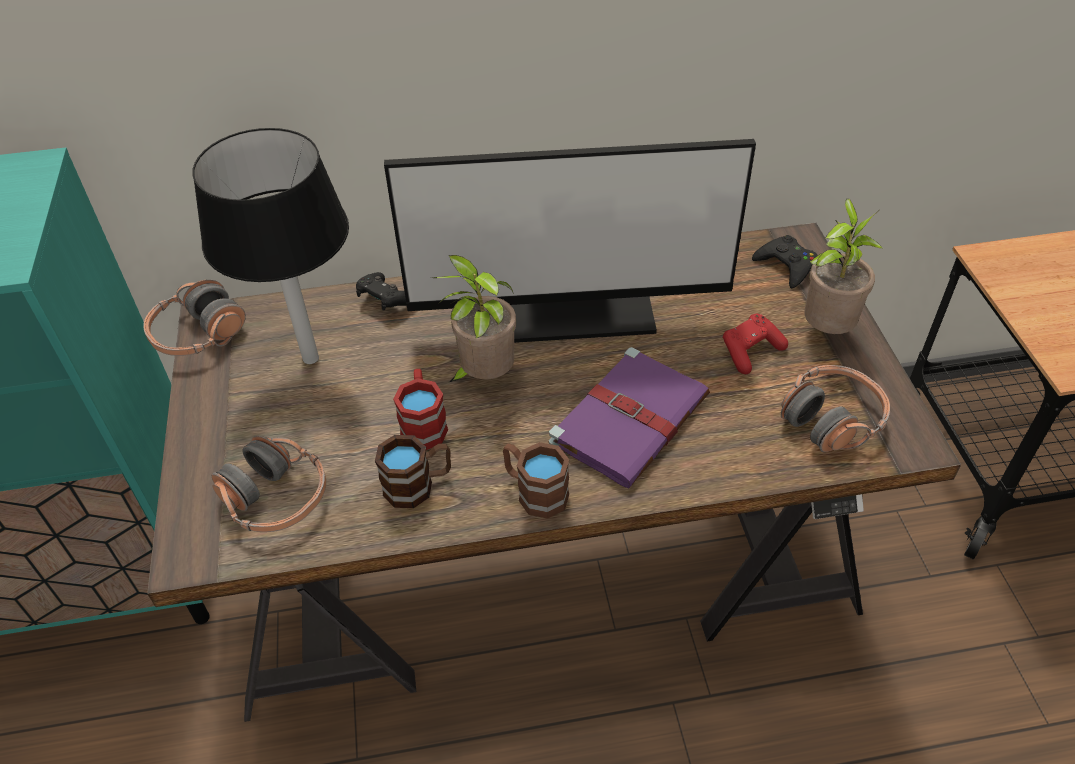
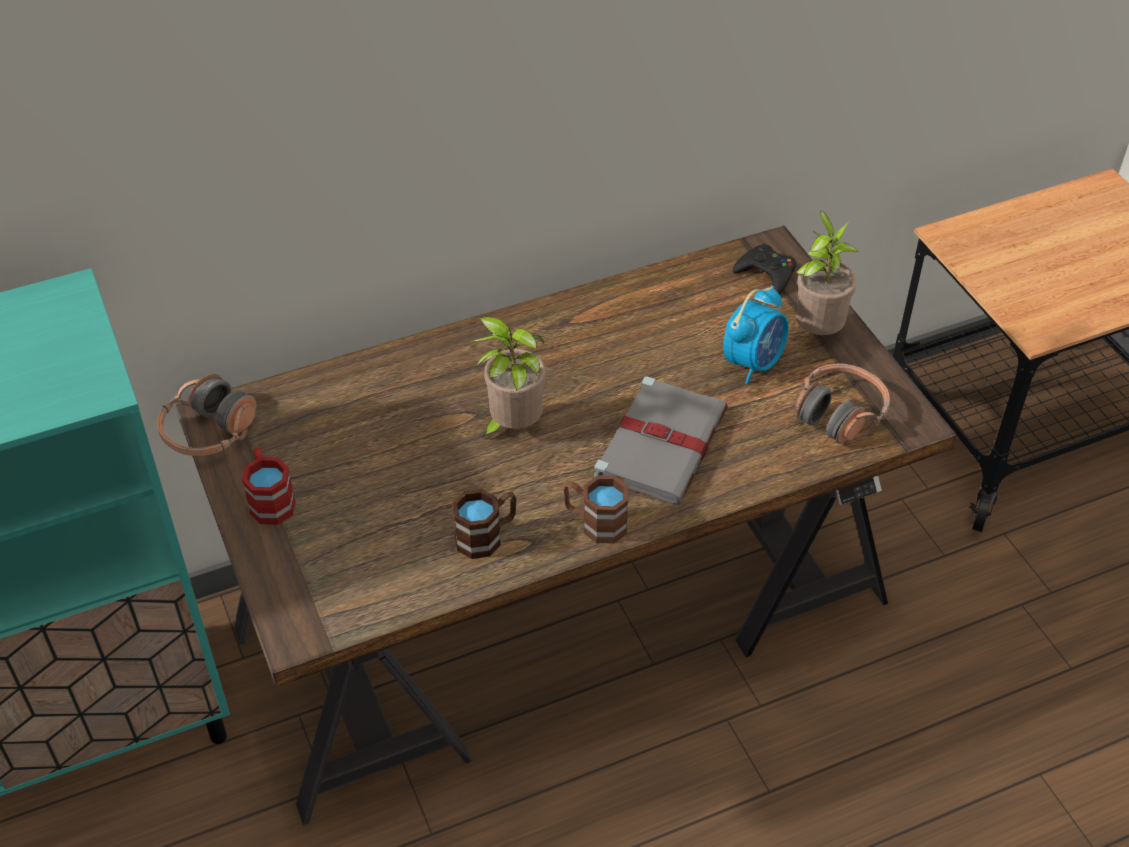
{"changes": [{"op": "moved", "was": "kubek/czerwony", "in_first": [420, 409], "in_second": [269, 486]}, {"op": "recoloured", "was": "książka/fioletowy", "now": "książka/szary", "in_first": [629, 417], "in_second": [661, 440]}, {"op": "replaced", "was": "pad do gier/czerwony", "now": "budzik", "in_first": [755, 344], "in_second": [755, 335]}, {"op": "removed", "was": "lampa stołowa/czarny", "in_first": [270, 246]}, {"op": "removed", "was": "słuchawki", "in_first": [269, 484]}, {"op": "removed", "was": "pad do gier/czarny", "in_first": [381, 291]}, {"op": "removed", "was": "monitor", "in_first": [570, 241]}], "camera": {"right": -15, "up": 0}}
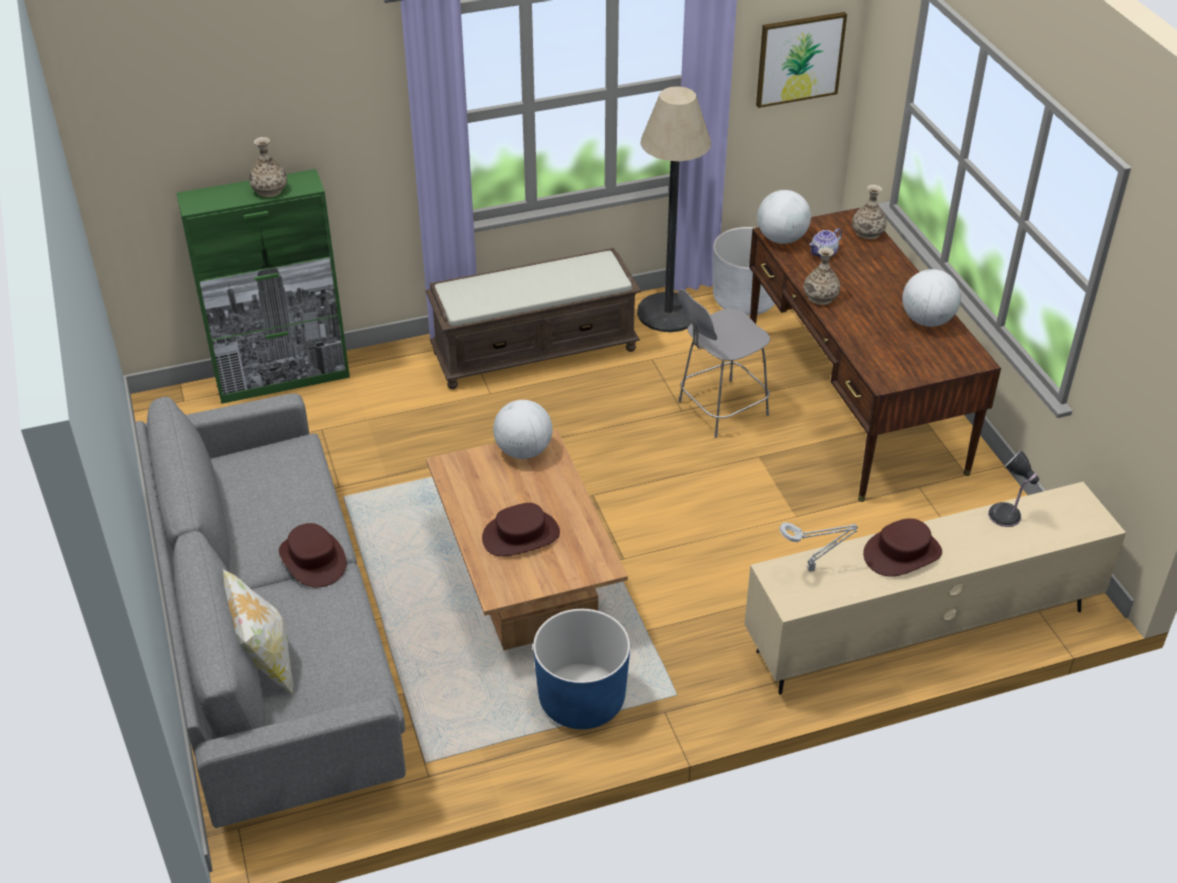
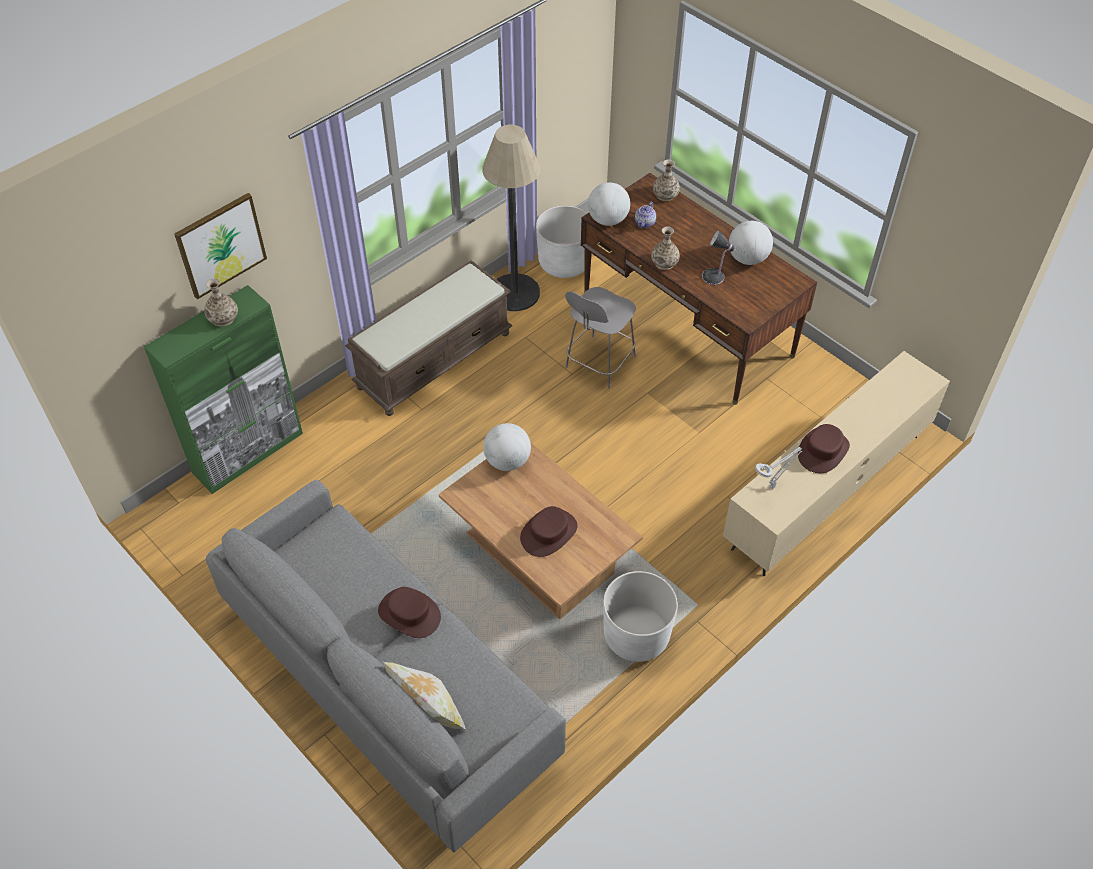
{"changes": [{"op": "moved", "was": "obraz", "in_first": [801, 60], "in_second": [220, 246]}, {"op": "recoloured", "was": "donica/niebieski", "now": "donica/biały", "in_first": [581, 669], "in_second": [640, 616]}, {"op": "moved", "was": "lampa stołowa", "in_first": [1013, 488], "in_second": [718, 258]}], "camera": {"right": -25, "up": 10}}
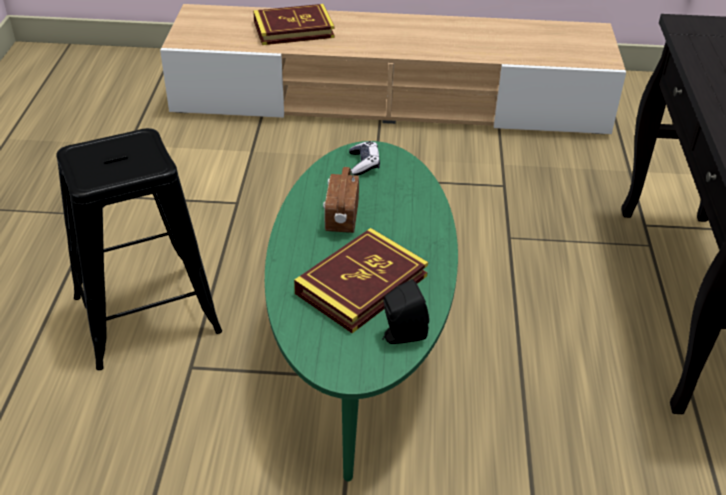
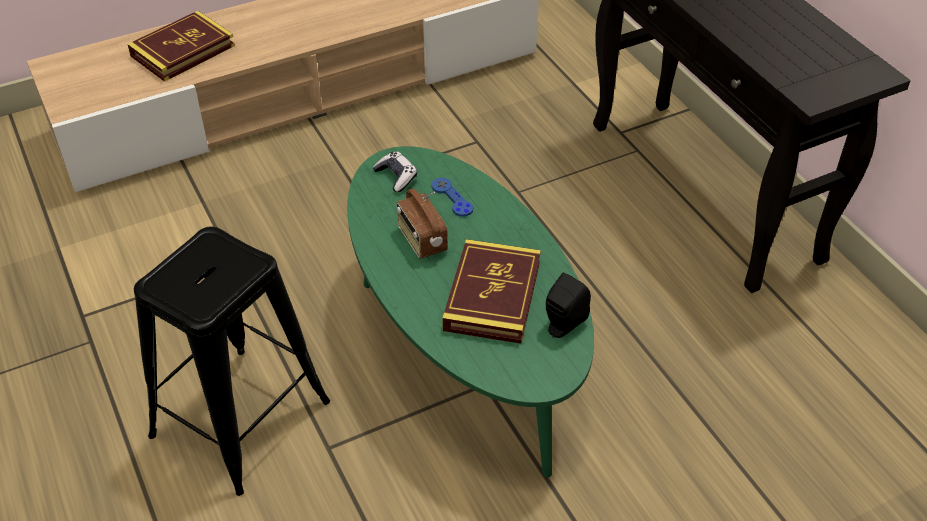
{"changes": [{"op": "added", "now": "pad do gier/niebieski", "in_second": [452, 197]}], "camera": {"right": -30, "up": 5}}
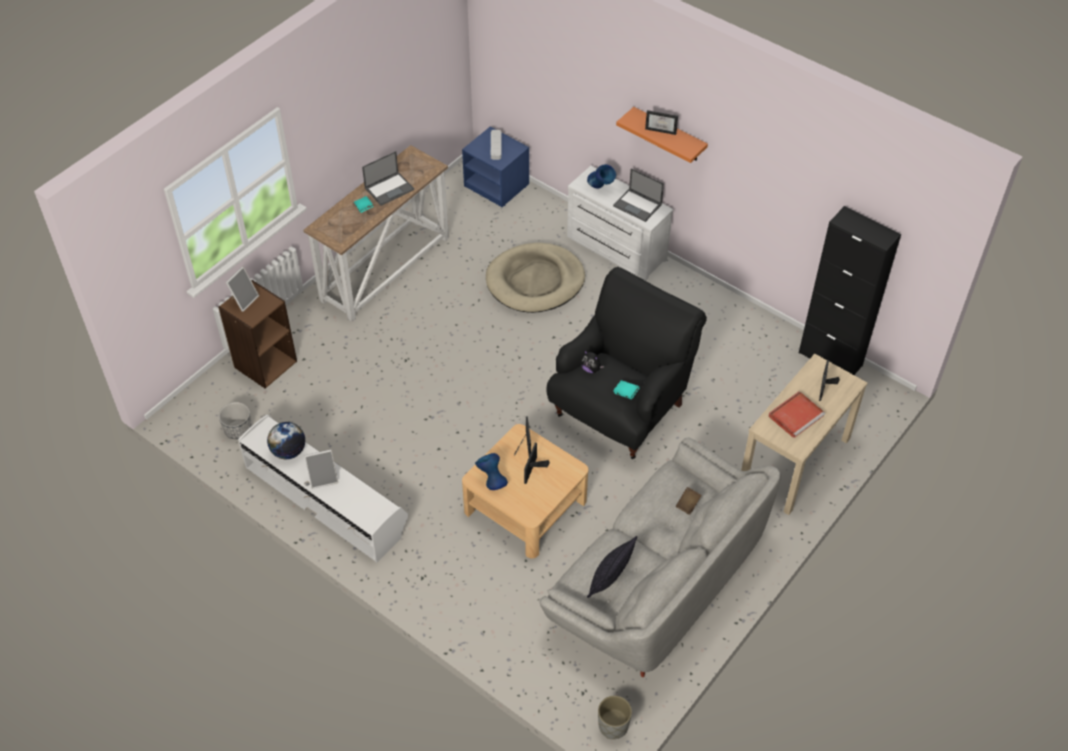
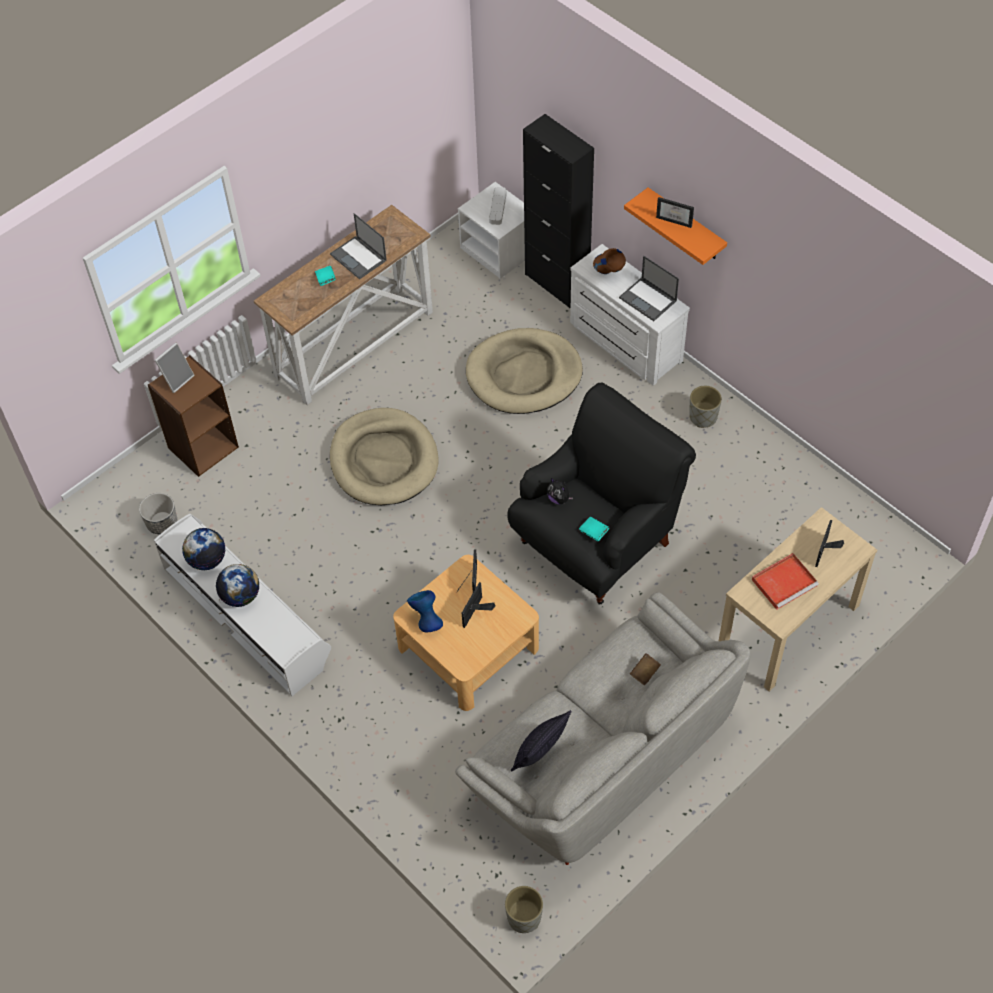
{"changes": [{"op": "replaced", "was": "ramka na zdjęcie", "now": "globus", "in_first": [321, 469], "in_second": [237, 585]}, {"op": "turned", "was": "laptop", "in_first": [388, 178], "in_second": [358, 246], "clockwise": 75}, {"op": "added", "now": "legowisko/beżowy", "in_second": [384, 456]}, {"op": "recoloured", "was": "szafka nocna/niebieski", "now": "szafka nocna/biały", "in_first": [495, 167], "in_second": [491, 230]}, {"op": "moved", "was": "szafka/czarny", "in_first": [850, 290], "in_second": [558, 211]}, {"op": "recoloured", "was": "wazon/niebieski", "now": "wazon/brązowy", "in_first": [601, 176], "in_second": [609, 261]}, {"op": "added", "now": "donica/szary", "in_second": [705, 407]}], "camera": {"right": 10, "up": 5}}
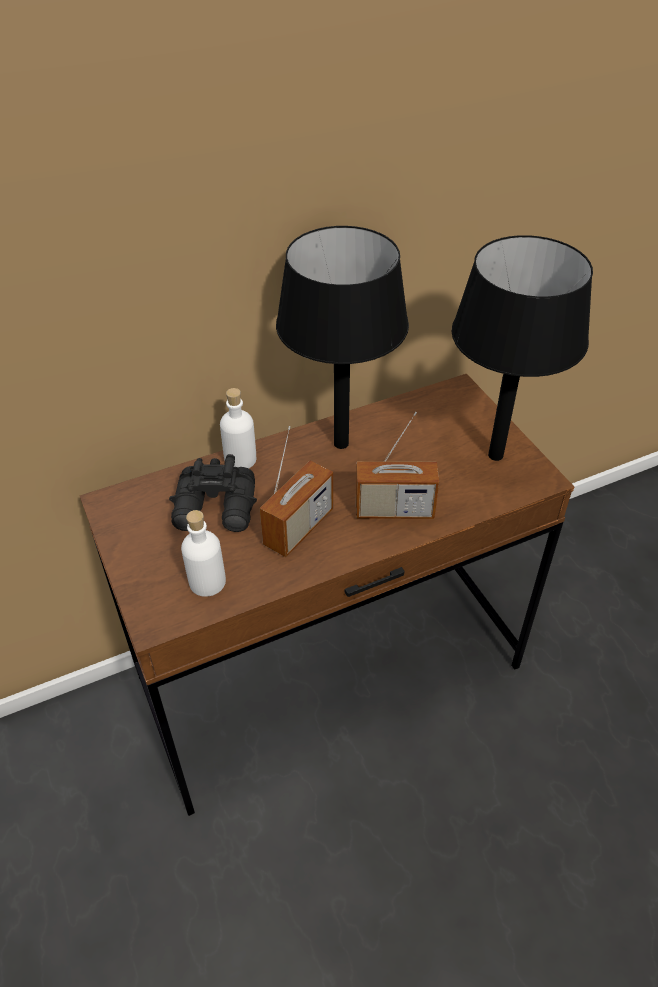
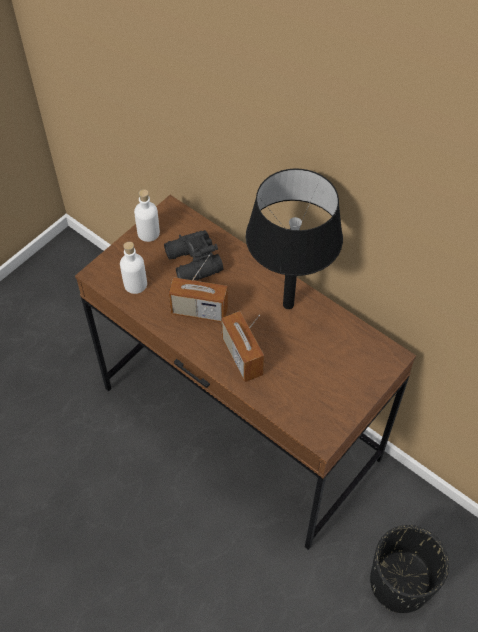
{"changes": [{"op": "moved", "was": "butelka/biały", "in_first": [238, 428], "in_second": [147, 215]}, {"op": "added", "now": "donica/czarny", "in_second": [409, 569]}, {"op": "removed", "was": "lampa stołowa/czarny", "in_first": [522, 348]}], "camera": {"right": 65, "up": 10}}
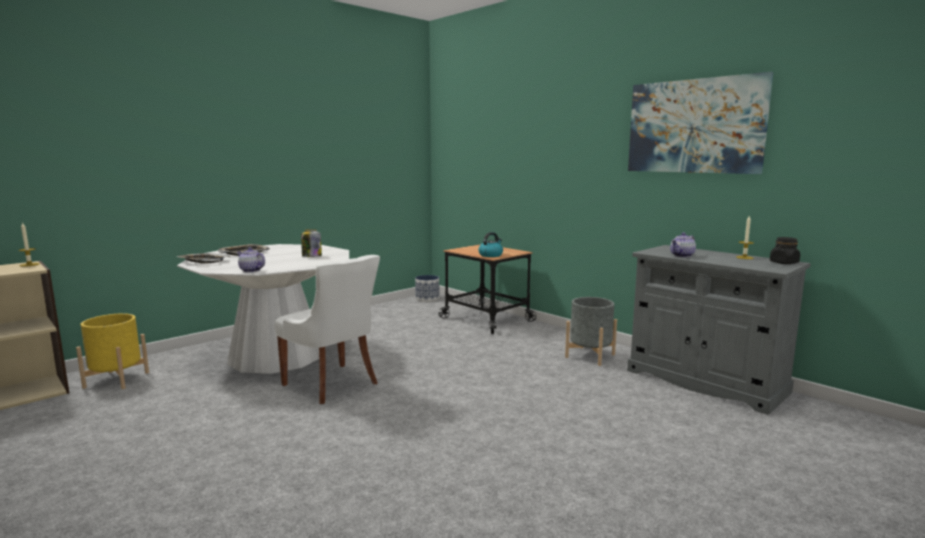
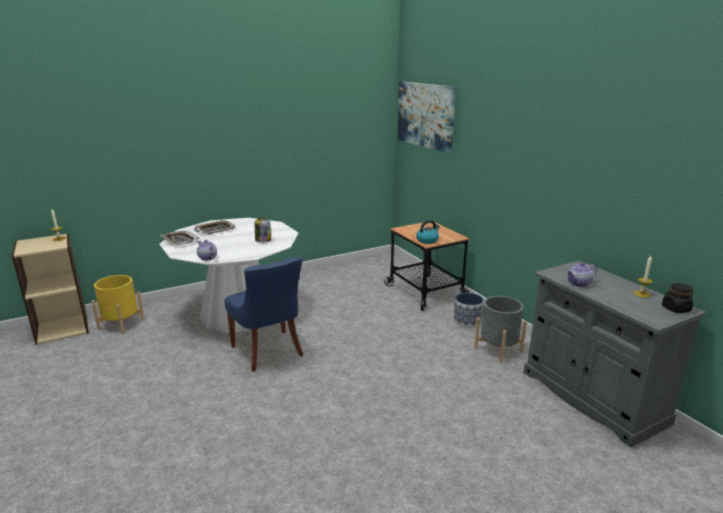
{"changes": [{"op": "recoloured", "was": "krzesło/biały", "now": "krzesło/niebieski", "in_first": [327, 329], "in_second": [263, 314]}, {"op": "moved", "was": "obraz", "in_first": [700, 123], "in_second": [427, 117]}, {"op": "moved", "was": "donica", "in_first": [427, 288], "in_second": [469, 310]}], "camera": {"right": 15, "up": 10}}
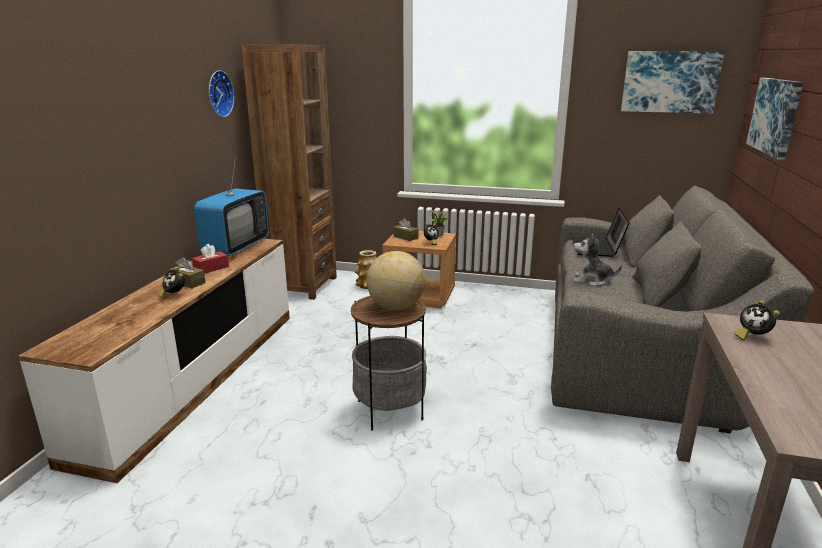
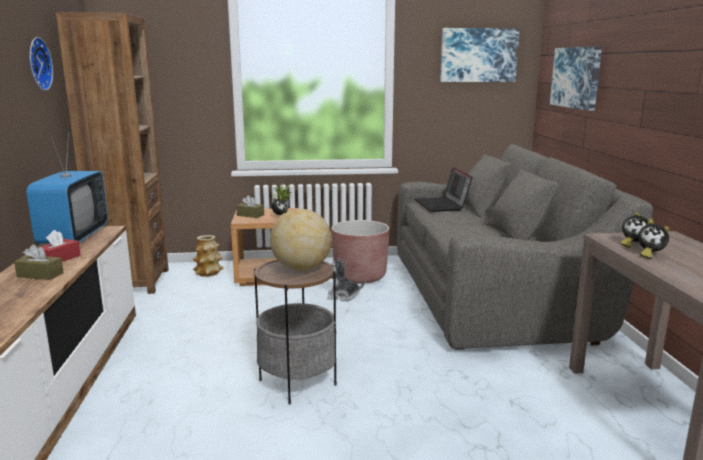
{"changes": [{"op": "moved", "was": "pluszak", "in_first": [597, 260], "in_second": [346, 279]}, {"op": "added", "now": "donica/brązowy", "in_second": [360, 252]}, {"op": "moved", "was": "budzik", "in_first": [171, 282], "in_second": [653, 240]}], "camera": {"right": -20, "up": -5}}
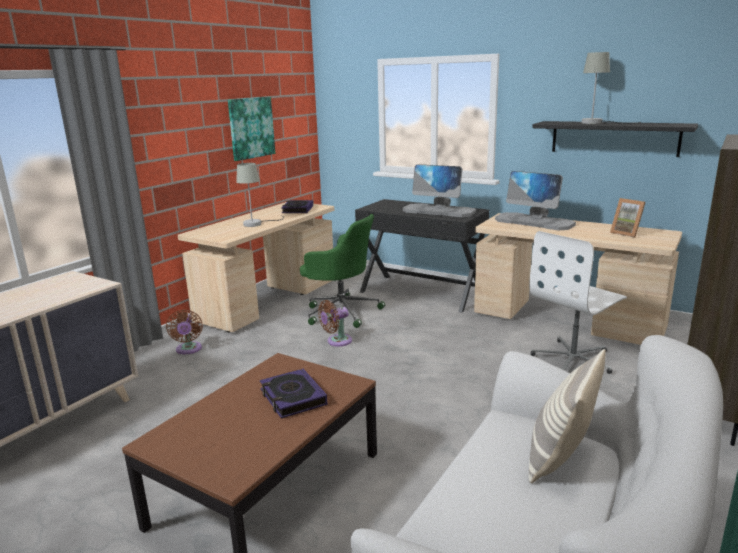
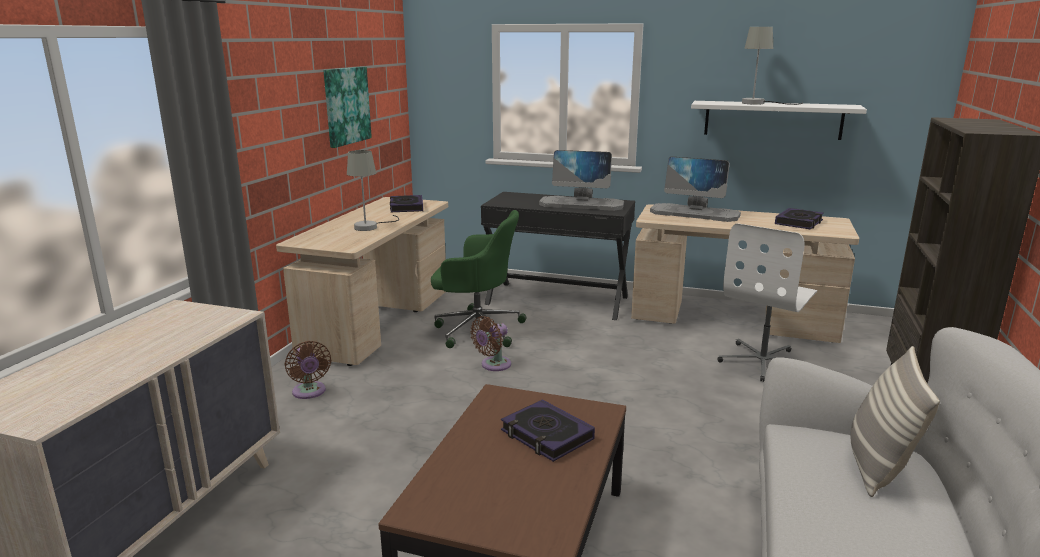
{"changes": [{"op": "recoloured", "was": "półka/czarny", "now": "półka/biały", "in_first": [615, 139], "in_second": [779, 120]}, {"op": "replaced", "was": "ramka na zdjęcie", "now": "książka", "in_first": [628, 218], "in_second": [799, 218]}], "camera": {"right": -15, "up": 0}}
